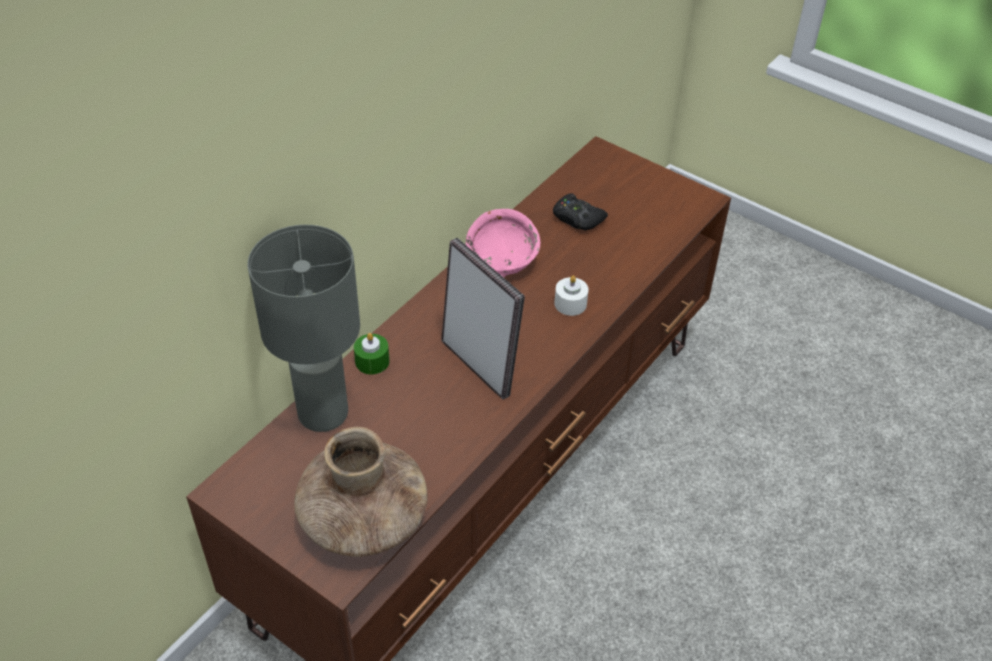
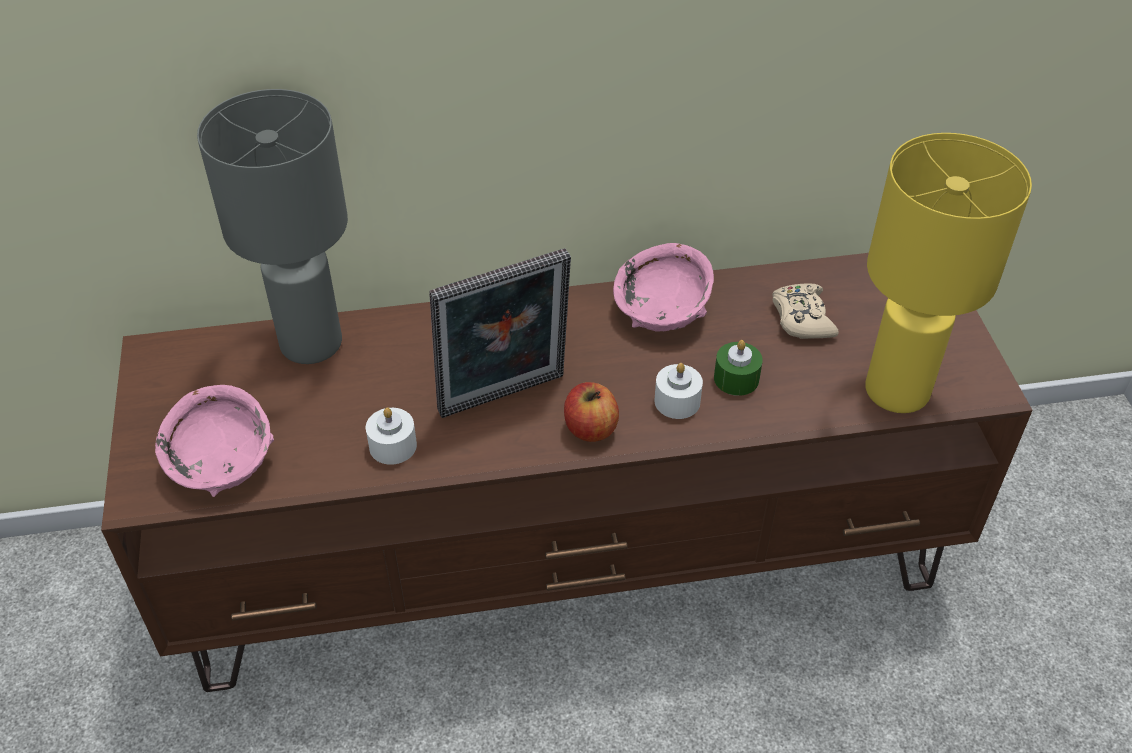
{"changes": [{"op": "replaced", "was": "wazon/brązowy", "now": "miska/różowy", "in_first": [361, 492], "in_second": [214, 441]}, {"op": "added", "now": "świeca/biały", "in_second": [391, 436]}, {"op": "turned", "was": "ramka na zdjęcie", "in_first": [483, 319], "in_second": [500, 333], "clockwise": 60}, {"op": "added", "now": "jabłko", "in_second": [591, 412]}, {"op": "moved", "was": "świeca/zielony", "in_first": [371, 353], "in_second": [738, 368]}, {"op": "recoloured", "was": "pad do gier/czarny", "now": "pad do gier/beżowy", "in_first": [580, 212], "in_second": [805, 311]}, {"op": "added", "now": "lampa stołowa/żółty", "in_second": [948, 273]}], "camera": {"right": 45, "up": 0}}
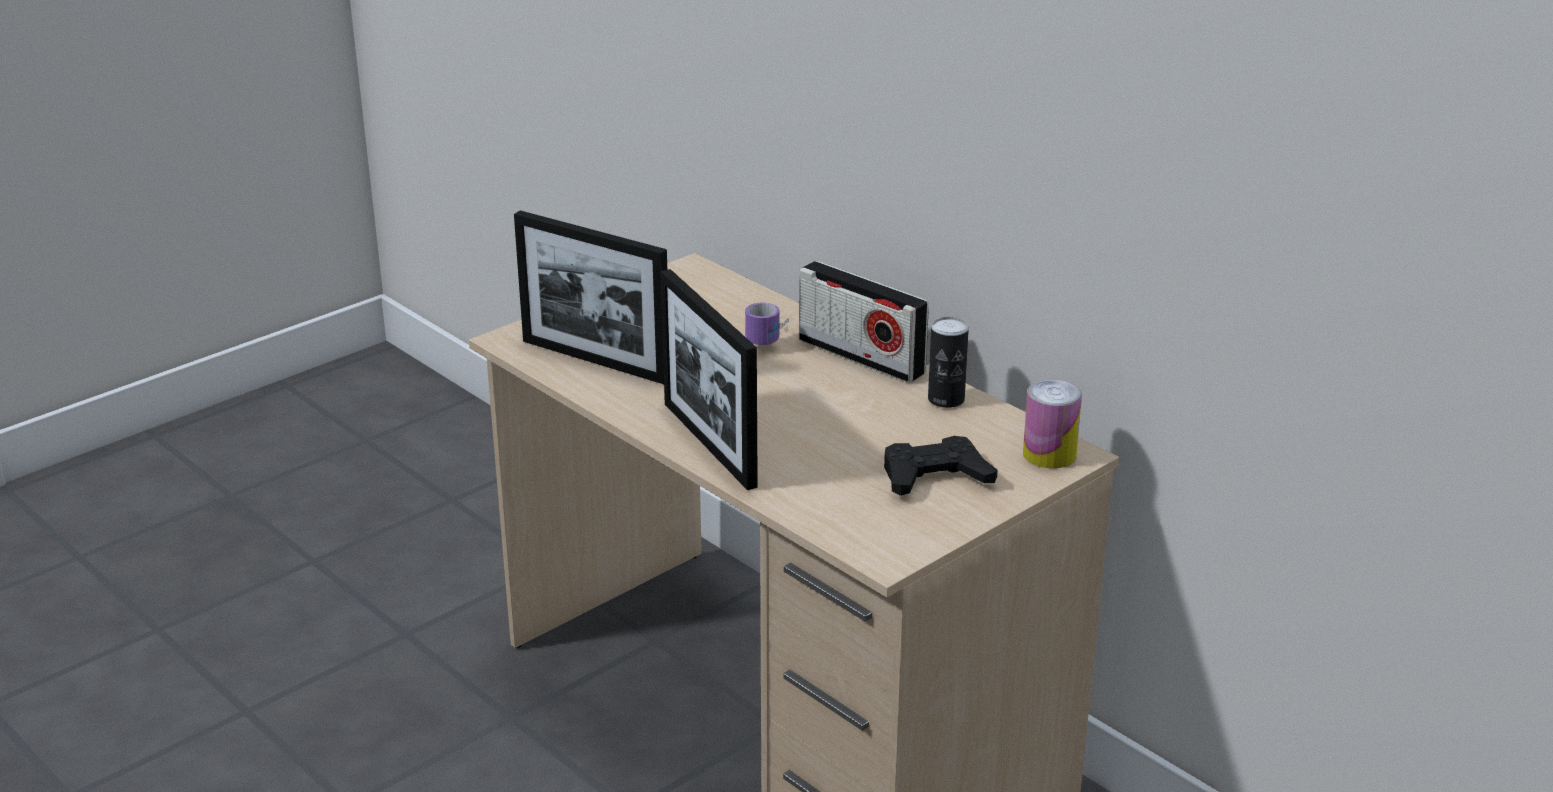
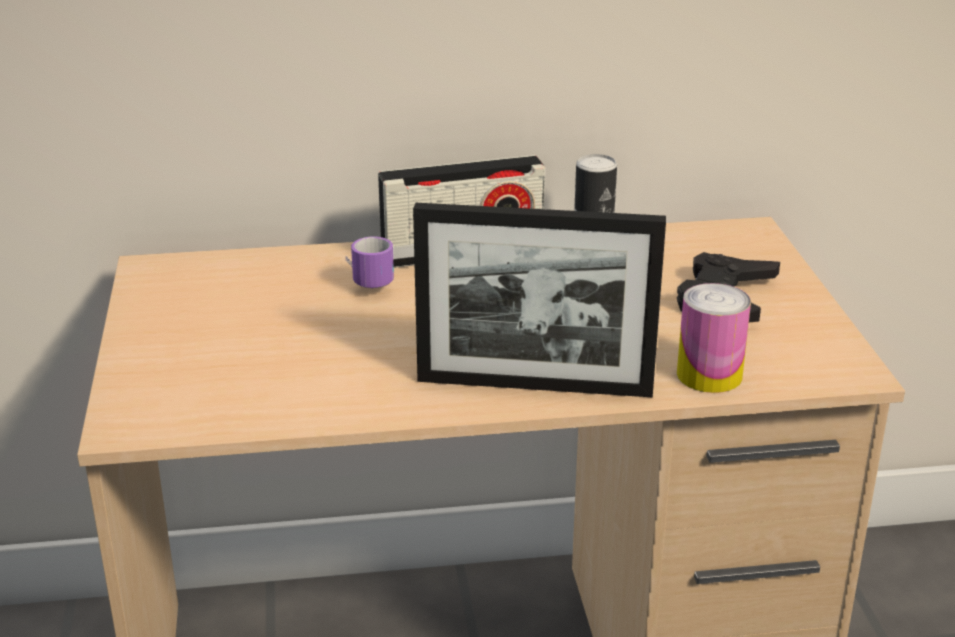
{"changes": [{"op": "moved", "was": "puszka", "in_first": [1052, 423], "in_second": [714, 338]}, {"op": "removed", "was": "ramka na zdjęcie", "in_first": [590, 297]}], "camera": {"right": -55, "up": 0}}
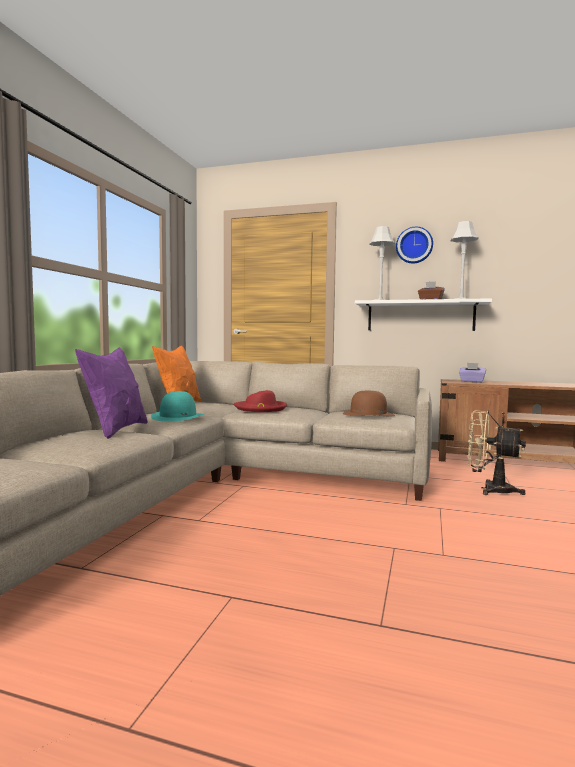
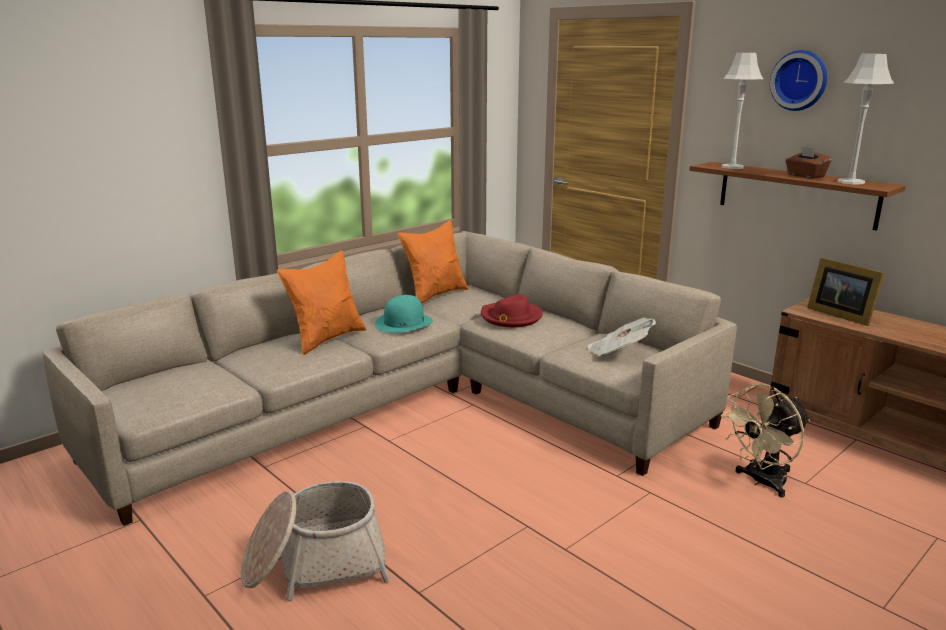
{"changes": [{"op": "added", "now": "koszyk", "in_second": [315, 541]}, {"op": "recoloured", "was": "poduszka/fioletowy", "now": "poduszka/pomarańczowy", "in_first": [111, 393], "in_second": [321, 302]}, {"op": "replaced", "was": "kapelusz/brązowy", "now": "gazeta", "in_first": [369, 403], "in_second": [621, 337]}, {"op": "recoloured", "was": "półka/biały", "now": "półka/brązowy", "in_first": [423, 314], "in_second": [797, 196]}, {"op": "turned", "was": "wentylator/beżowy", "in_first": [496, 452], "in_second": [765, 440], "clockwise": -90}, {"op": "replaced", "was": "pudełko chusteczek/fioletowy", "now": "ramka na zdjęcie", "in_first": [472, 373], "in_second": [845, 291]}], "camera": {"right": 30, "up": 15}}
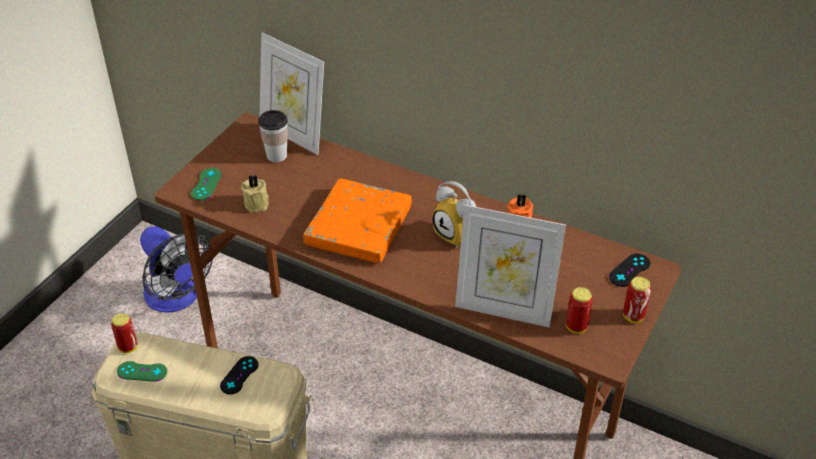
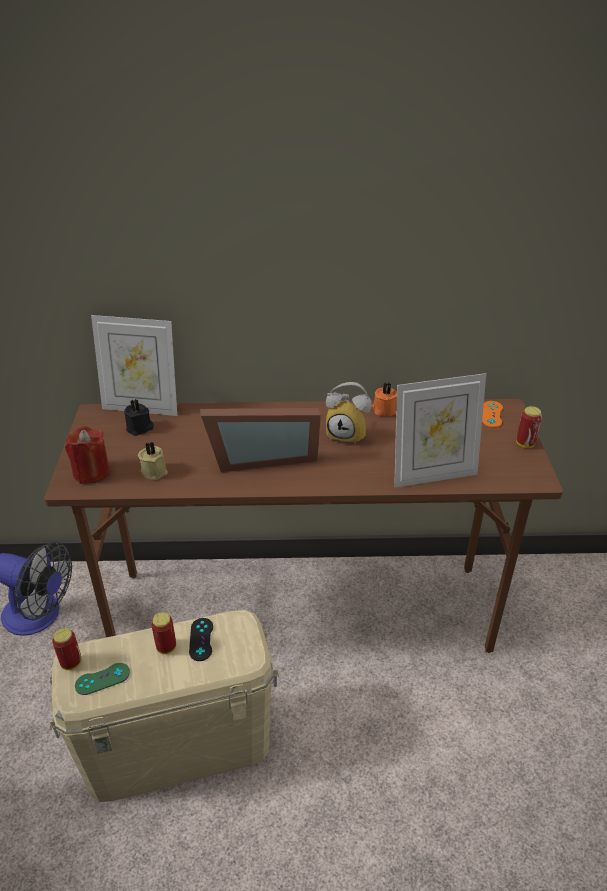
{"changes": [{"op": "replaced", "was": "pad do gier/zielony", "now": "świeca/czerwony", "in_first": [206, 184], "in_second": [87, 455]}, {"op": "replaced", "was": "filiżanka", "now": "świeca/czarny", "in_first": [273, 136], "in_second": [139, 417]}, {"op": "moved", "was": "puszka", "in_first": [579, 310], "in_second": [163, 633]}, {"op": "replaced", "was": "książka/pomarańczowy", "now": "ramka na zdjęcie", "in_first": [357, 220], "in_second": [260, 440]}, {"op": "recoloured", "was": "pad do gier/czarny", "now": "pad do gier/pomarańczowy", "in_first": [629, 270], "in_second": [492, 414]}], "camera": {"right": -30, "up": -5}}
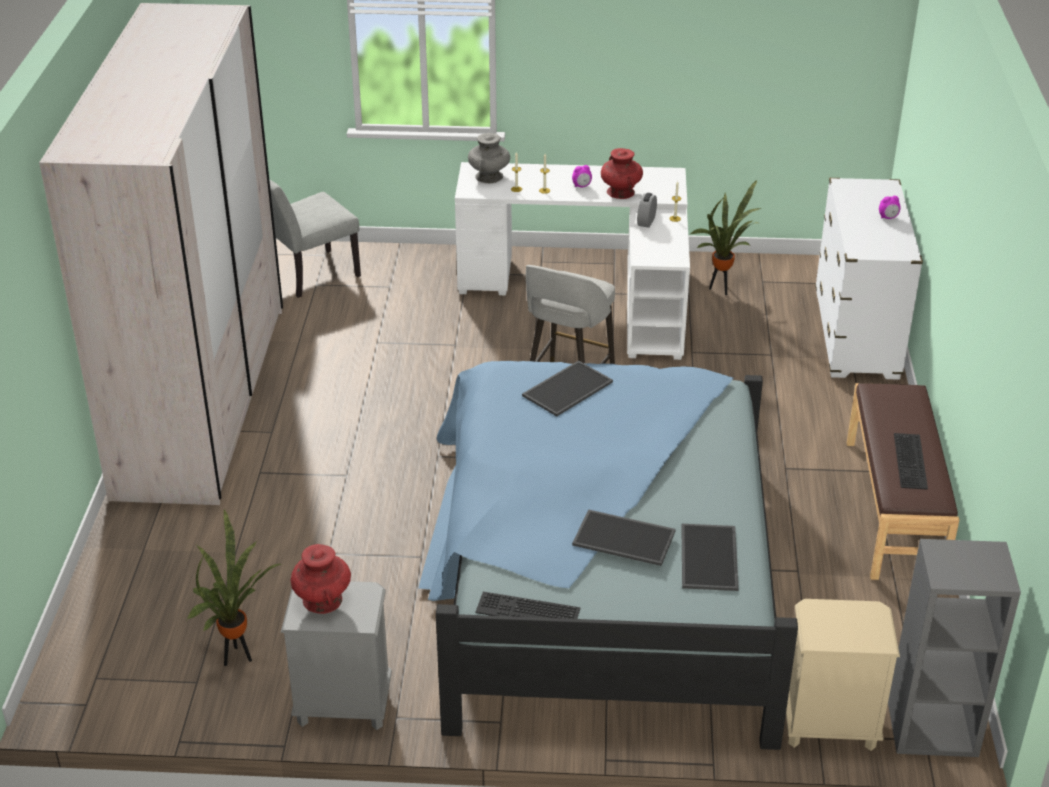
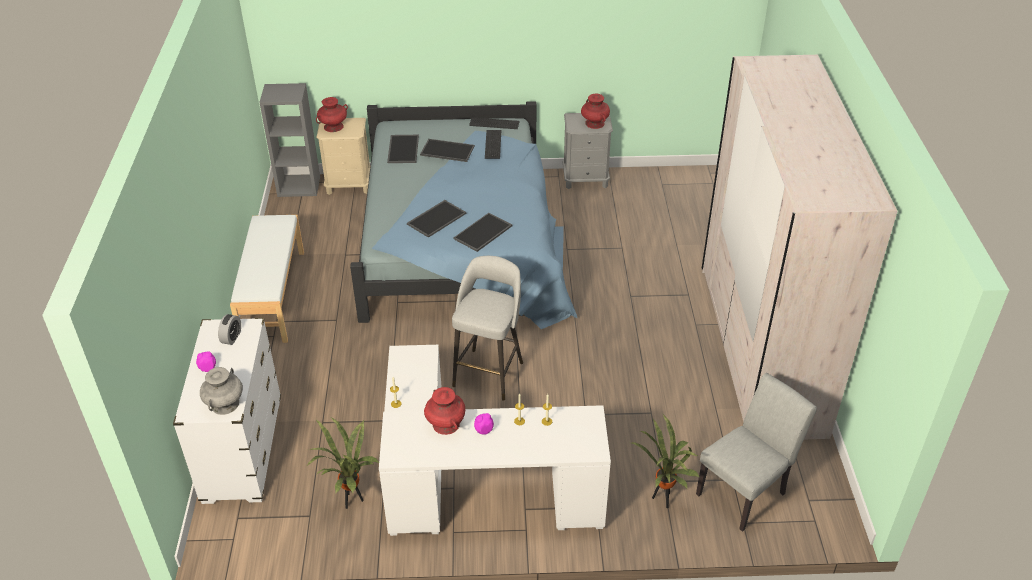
{"changes": [{"op": "moved", "was": "wazon/szary", "in_first": [489, 158], "in_second": [221, 391]}, {"op": "moved", "was": "budzik", "in_first": [647, 210], "in_second": [229, 329]}, {"op": "recoloured", "was": "ławka/brązowy", "now": "ławka/biały", "in_first": [903, 481], "in_second": [267, 279]}, {"op": "added", "now": "wazon/czerwony", "in_second": [332, 114]}, {"op": "added", "now": "taca", "in_second": [436, 219]}, {"op": "moved", "was": "klawiatura", "in_first": [911, 461], "in_second": [493, 144]}, {"op": "moved", "was": "roślina doniczkowa", "in_first": [234, 587], "in_second": [665, 461]}], "camera": {"right": 175, "up": 5}}
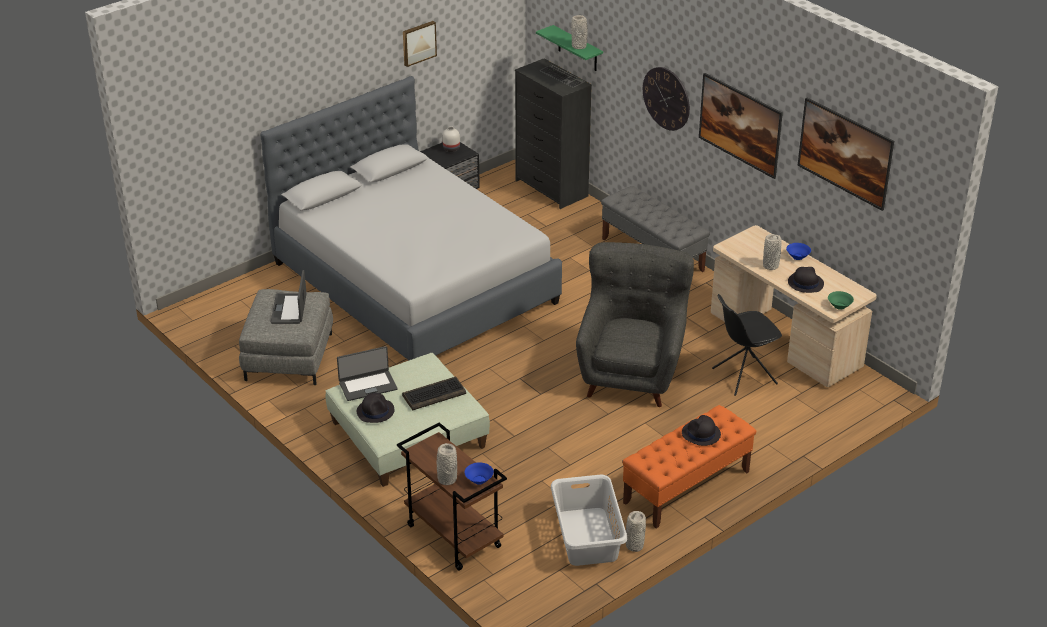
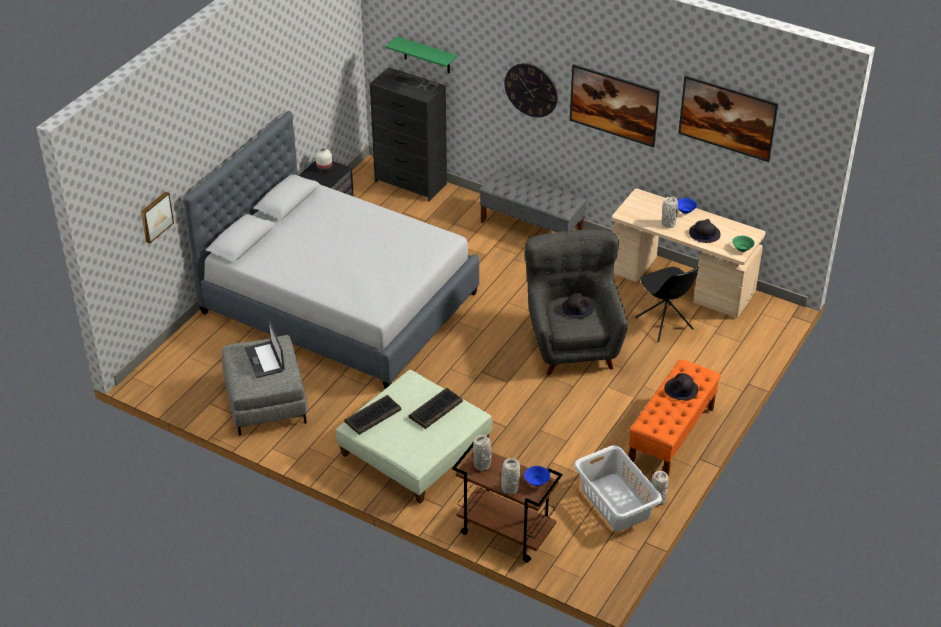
{"changes": [{"op": "moved", "was": "obraz", "in_first": [420, 44], "in_second": [157, 217]}, {"op": "replaced", "was": "laptop", "now": "klawiatura", "in_first": [367, 373], "in_second": [373, 415]}, {"op": "moved", "was": "wazon/szary", "in_first": [579, 32], "in_second": [482, 453]}, {"op": "moved", "was": "kapelusz/czarny", "in_first": [375, 408], "in_second": [578, 306]}, {"op": "turned", "was": "krzesło/czarny", "in_first": [747, 345], "in_second": [667, 304], "clockwise": -75}], "camera": {"right": -20, "up": 5}}
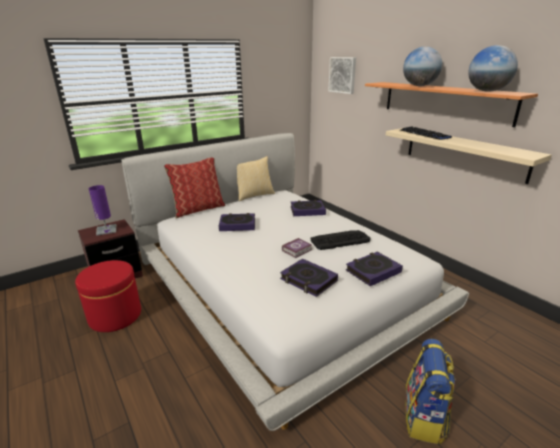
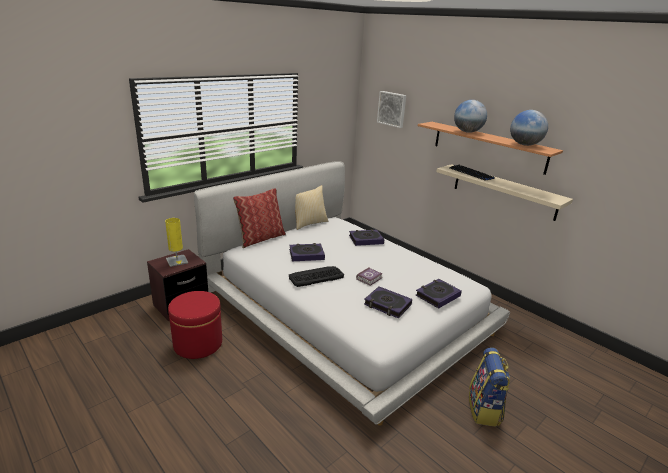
{"changes": [{"op": "recoloured", "was": "lampa stołowa/fioletowy", "now": "lampa stołowa/żółty", "in_first": [102, 210], "in_second": [176, 242]}, {"op": "moved", "was": "klawiatura", "in_first": [340, 240], "in_second": [316, 276]}], "camera": {"right": -10, "up": 0}}
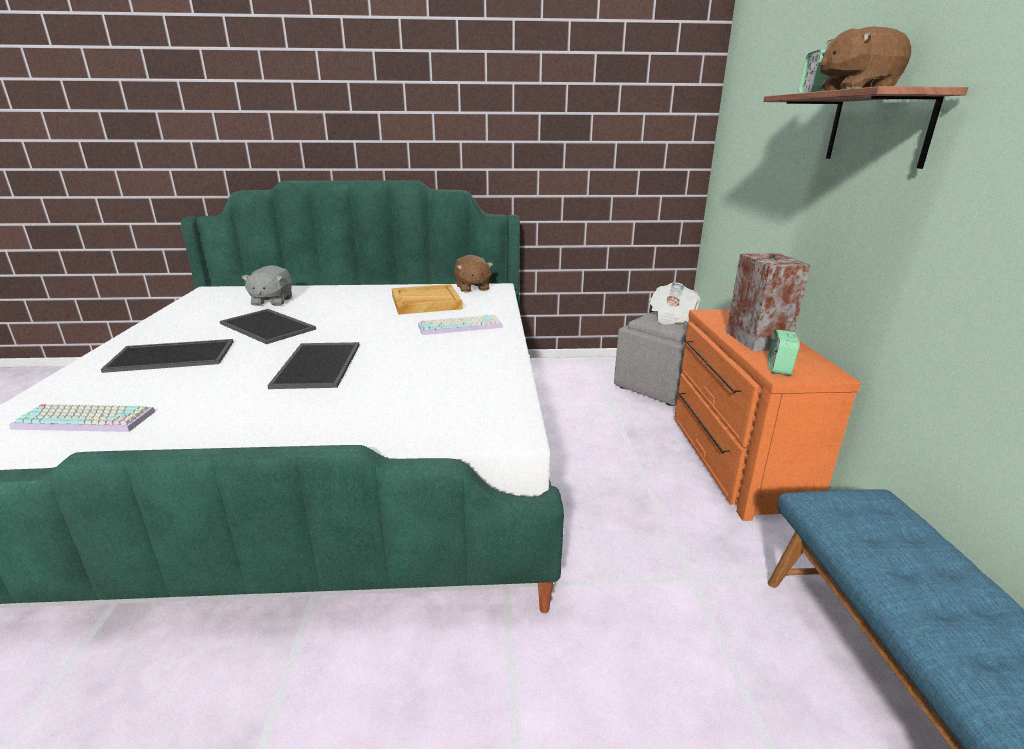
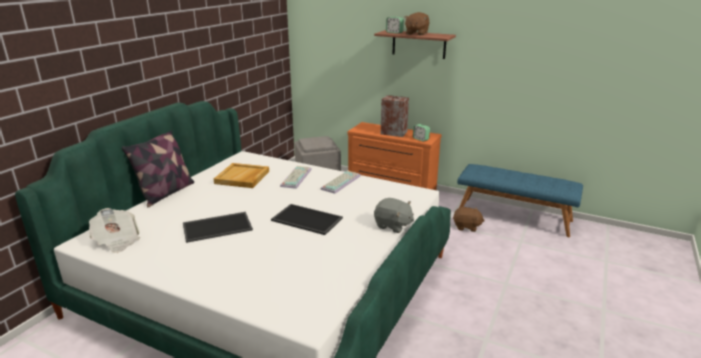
{"changes": [{"op": "moved", "was": "gazeta", "in_first": [675, 303], "in_second": [114, 230]}, {"op": "added", "now": "poduszka", "in_second": [158, 168]}, {"op": "moved", "was": "klawiatura", "in_first": [82, 418], "in_second": [340, 182]}, {"op": "moved", "was": "pluszak/szary", "in_first": [266, 285], "in_second": [394, 215]}, {"op": "moved", "was": "pluszak/brązowy", "in_first": [473, 273], "in_second": [469, 219]}, {"op": "removed", "was": "taca", "in_first": [167, 356]}], "camera": {"right": -60, "up": 0}}
